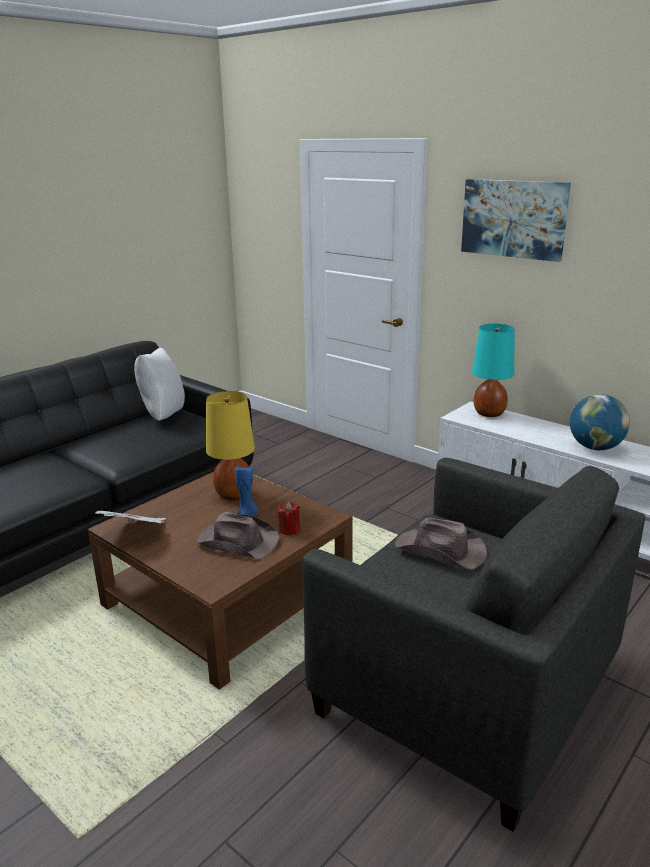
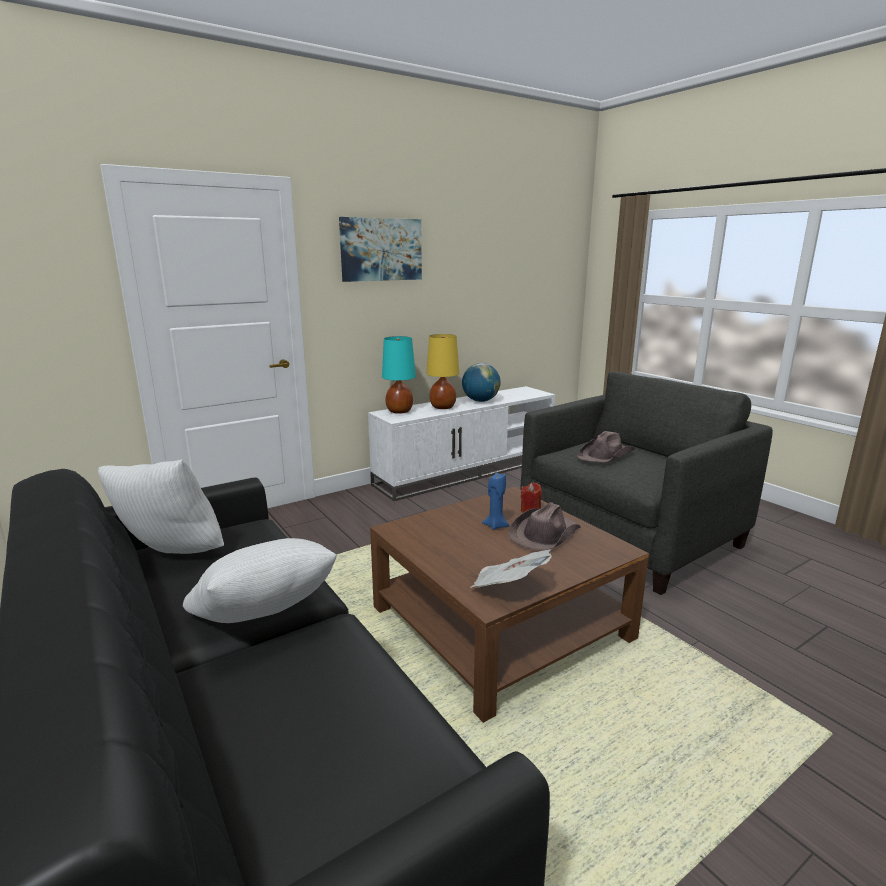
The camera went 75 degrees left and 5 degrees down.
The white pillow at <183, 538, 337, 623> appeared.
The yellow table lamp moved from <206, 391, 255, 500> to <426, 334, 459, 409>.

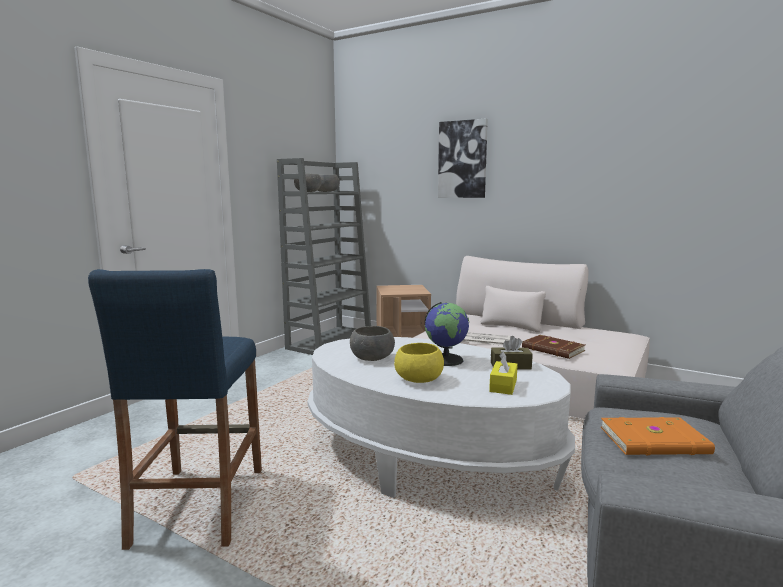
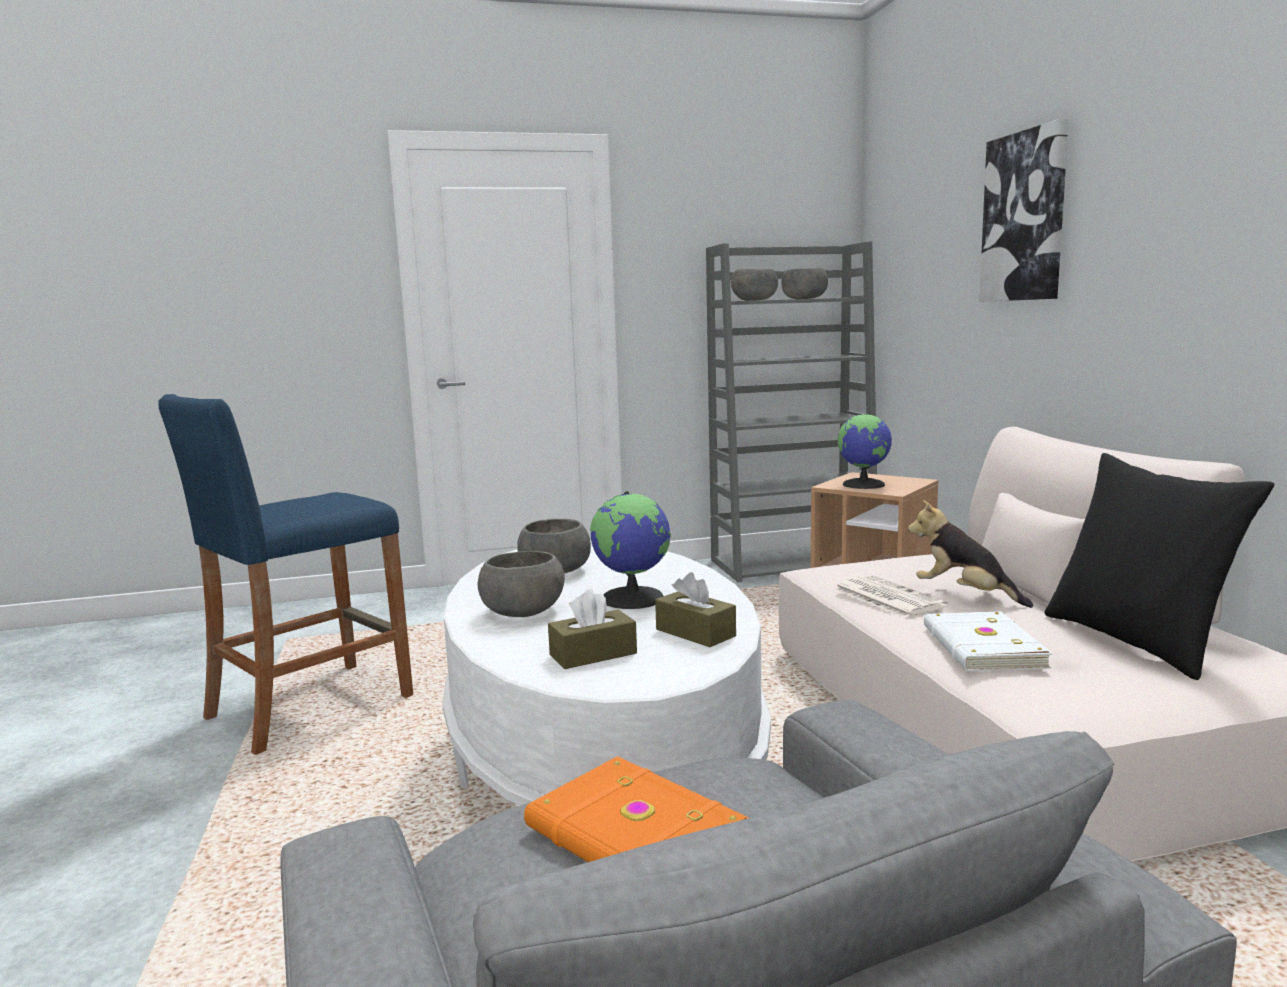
The camera went 45 degrees right and 0 degrees up.
The yellow bowl at <394, 343, 444, 383> became the grey bowl at <478, 551, 565, 617>.
The yellow tissue box at <489, 352, 518, 395> became the brown tissue box at <548, 589, 637, 669>.
The globe at <837, 413, 892, 489> appeared.
The plush toy at <908, 500, 1033, 608> appeared.
The brown book at <522, 335, 585, 359> became the white book at <924, 612, 1053, 671>.
The black pillow at <1044, 453, 1274, 680> appeared.

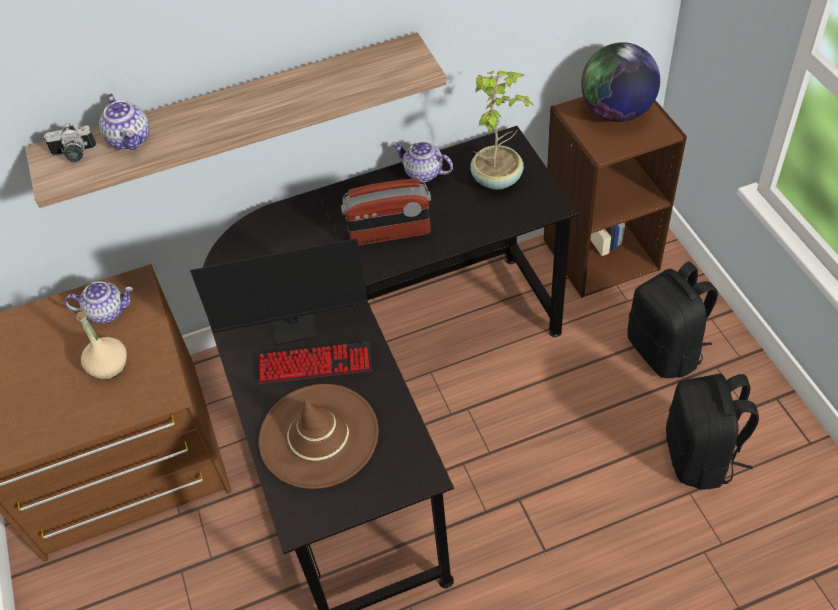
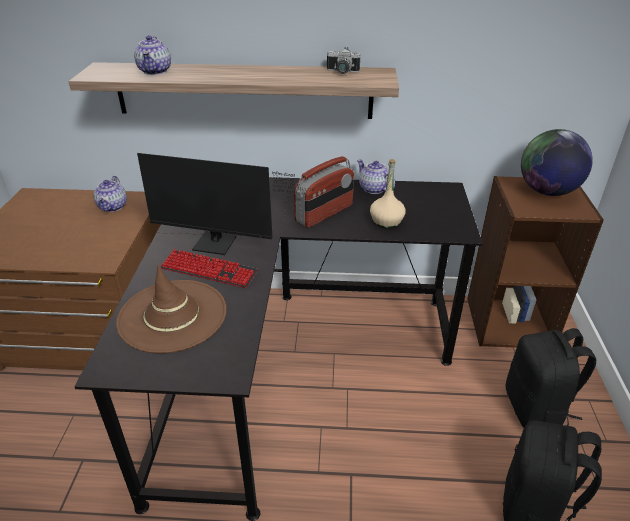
The camera went 20 degrees right and 15 degrees down.
The teapot at <65, 281, 133, 324> turned 75 degrees clockwise.
The radio at <341, 179, 431, 246> turned 60 degrees counterclockwise.
The photo camera moved from <44, 123, 97, 162> to <327, 47, 360, 74>.
The beige bottle moved from <76, 311, 127, 380> to <370, 159, 406, 228>.
The potted plant at <470, 71, 534, 190> disappeared.

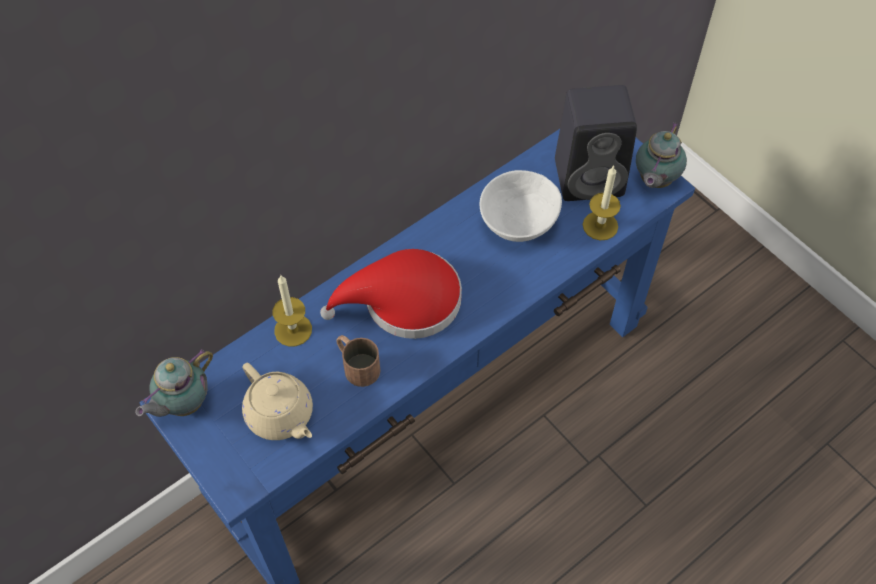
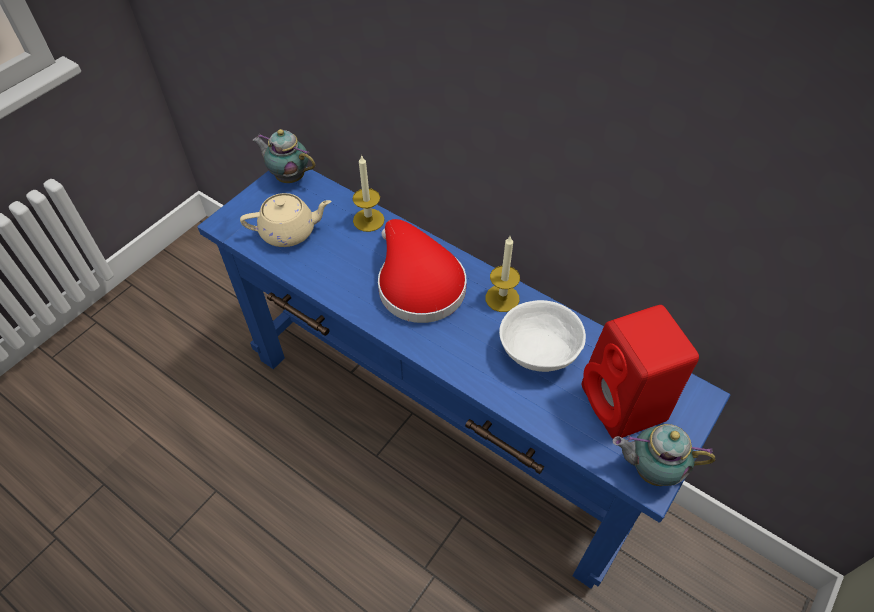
The camera went 75 degrees right and 5 degrees down.
The beige teapot at <242, 363, 313, 440> turned 135 degrees counterclockwise.
The candle moved from <583, 166, 621, 240> to <485, 236, 520, 312>.
The black speaker at <555, 85, 637, 201> became the red speaker at <582, 305, 699, 439>.
The brown mug at <337, 335, 381, 387> disappeared.

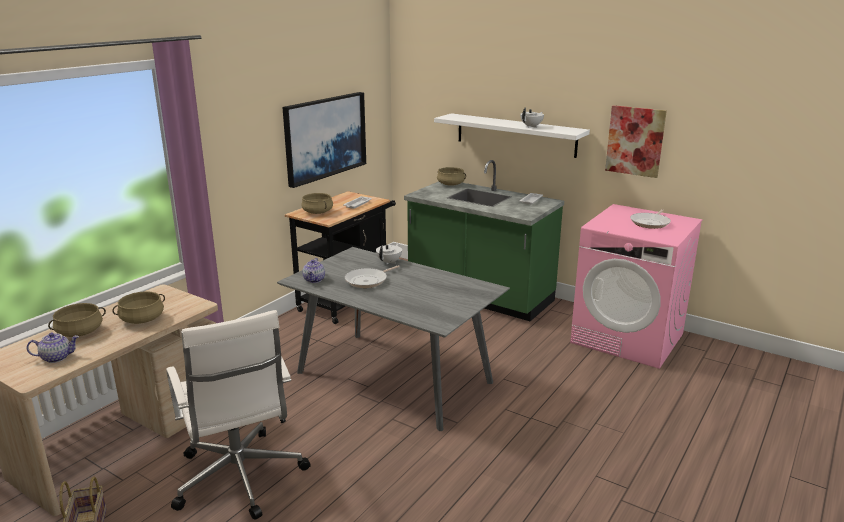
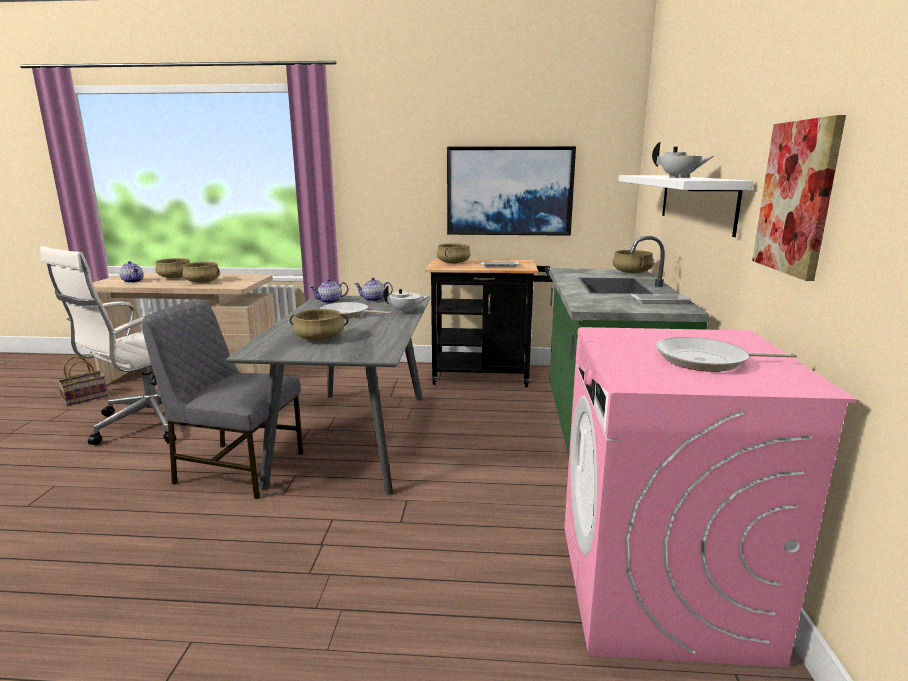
The camera went 60 degrees right and 5 degrees down.
The grey chair at <142, 300, 303, 499> appeared.
The beige cooking pot at <290, 309, 348, 341> appeared.
The teapot at <354, 277, 393, 302> appeared.

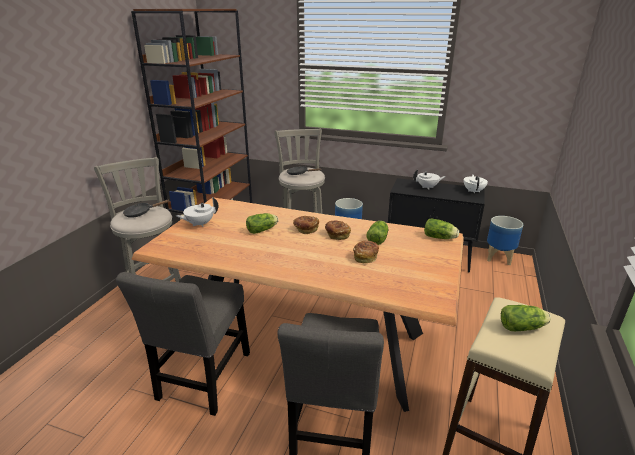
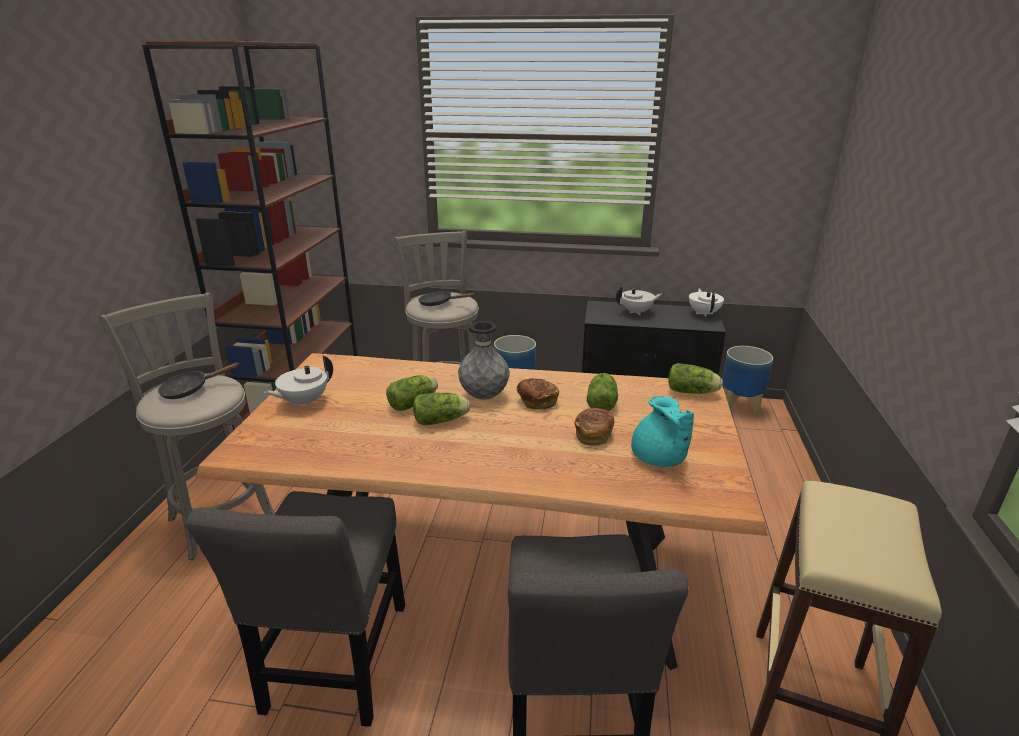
The camera went 10 degrees left and 0 degrees up.
The lettuce moved from <501, 305, 551, 331> to <413, 393, 470, 425>.
The bread at <293, 216, 319, 234> was replaced by the grey vase at <458, 321, 510, 399>.
The turquoise teapot at <631, 396, 694, 467> appeared.

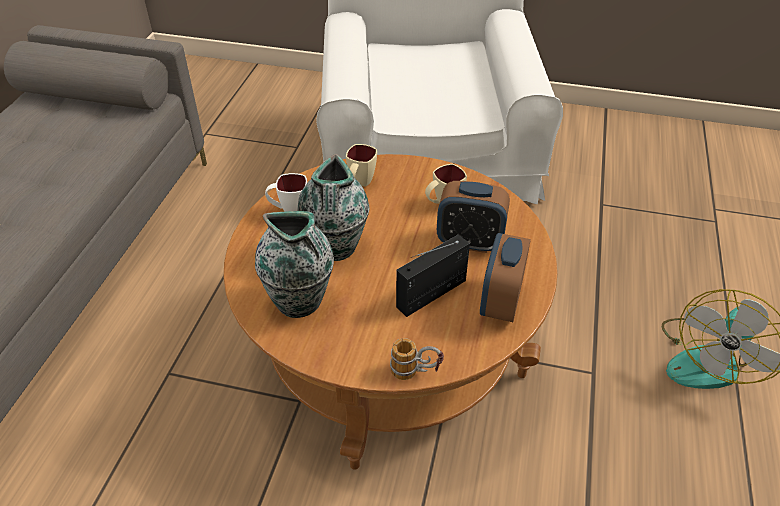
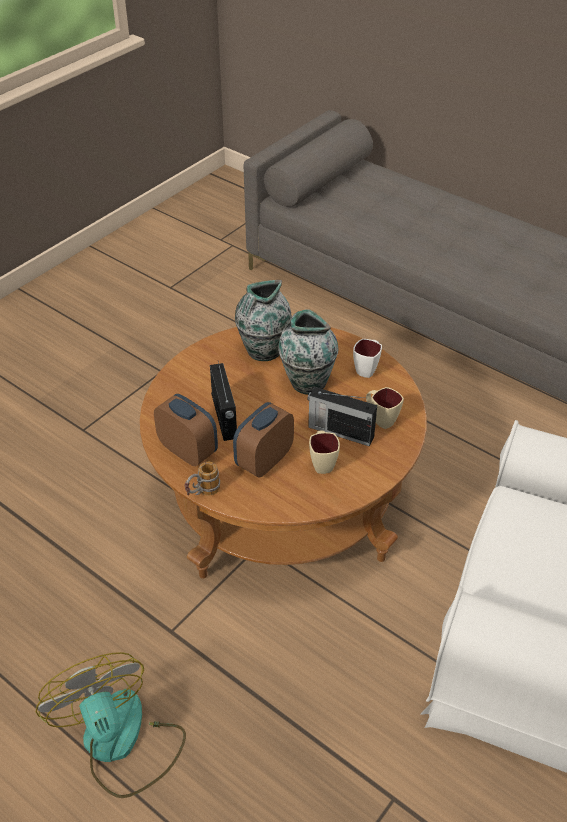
The camera went 115 degrees right and 0 degrees up.
The mug moved from <390, 338, 444, 380> to <184, 462, 220, 495>.
The radio at <307, 387, 377, 446> appeared.

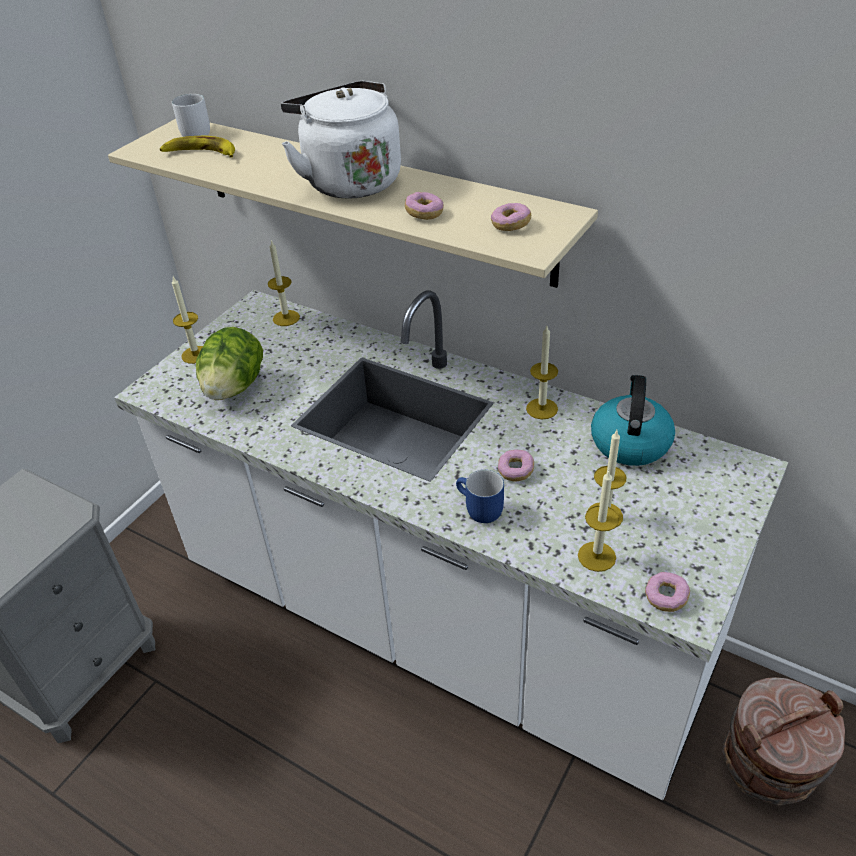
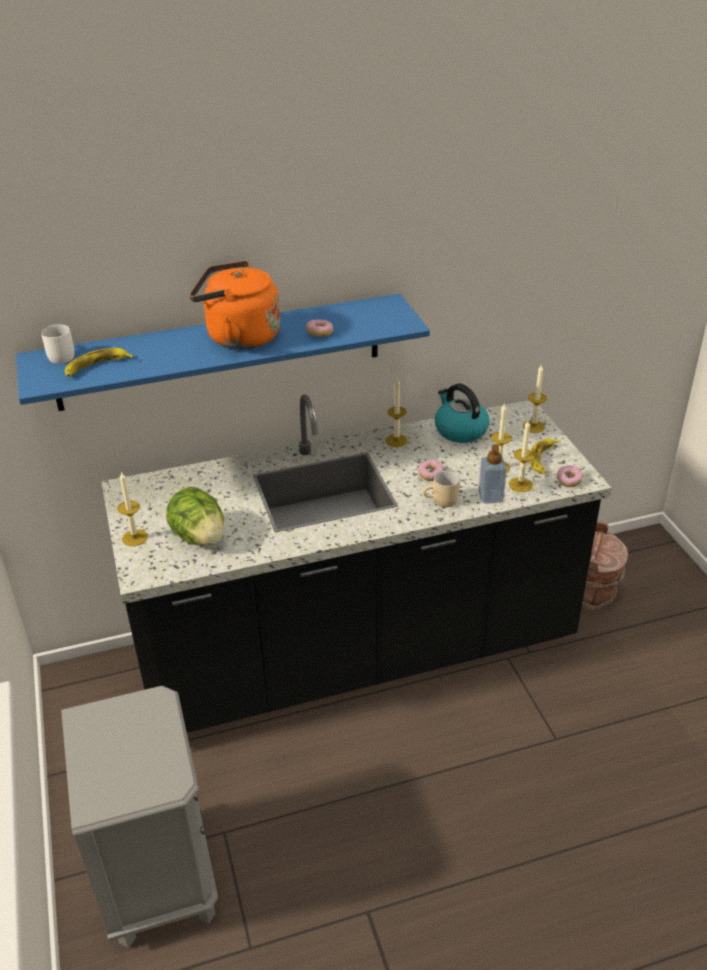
The camera went 50 degrees left and 5 degrees down.
The beige shelf at <108, 119, 598, 288> became the blue shelf at <16, 294, 430, 411>.
The white counter at <114, 290, 788, 800> became the black counter at <101, 395, 612, 733>.
The white kettle at <281, 81, 401, 198> became the orange kettle at <190, 260, 280, 349>.
The blue mug at <456, 470, 504, 523> became the beige mug at <423, 471, 460, 507>.
The soap dispenser at <479, 444, 507, 504> appeared.
The candle moved from <268, 240, 300, 326> to <523, 364, 547, 433>.
The banana at <529, 439, 561, 474> appeared.
The donut at <491, 203, 531, 231> disappeared.

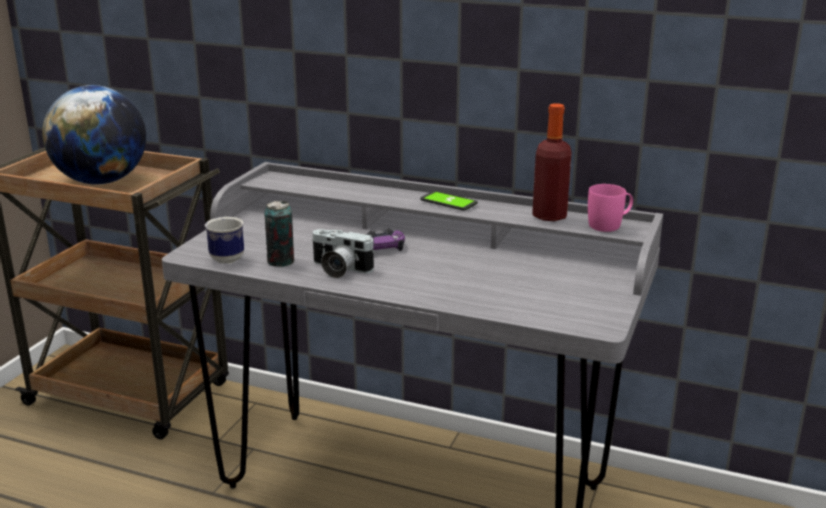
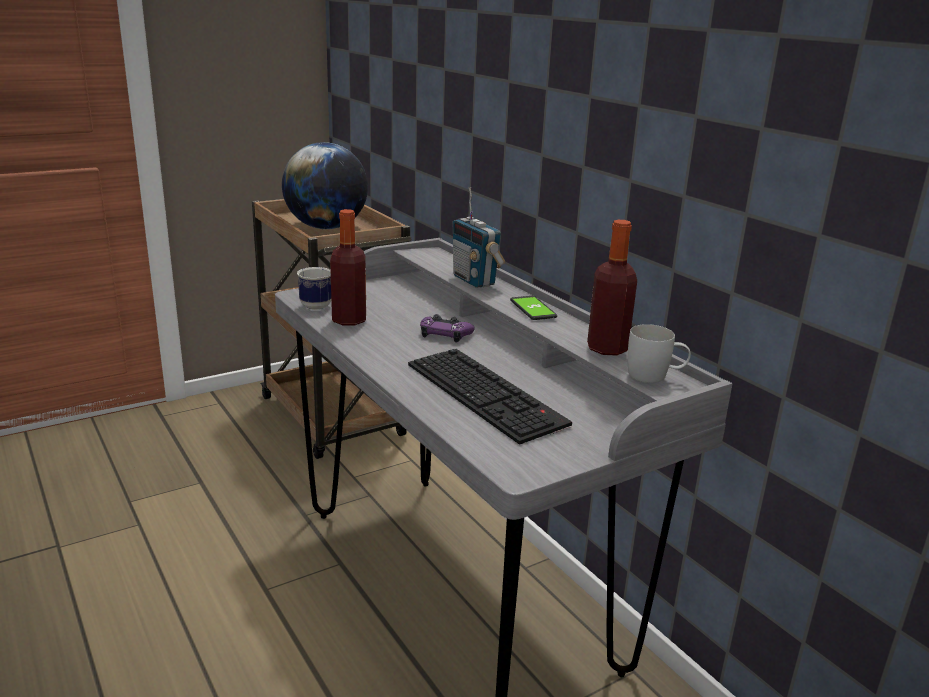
The camera went 35 degrees right and 0 degrees up.
The can at <264, 201, 294, 267> was replaced by the bottle at <330, 209, 366, 326>.
The keyboard at <408, 349, 572, 445> appeared.
The radio at <452, 187, 506, 288> appeared.
The pink mug at <588, 184, 633, 232> became the white mug at <628, 324, 691, 383>.
The photo camera at <312, 229, 375, 278> disappeared.

